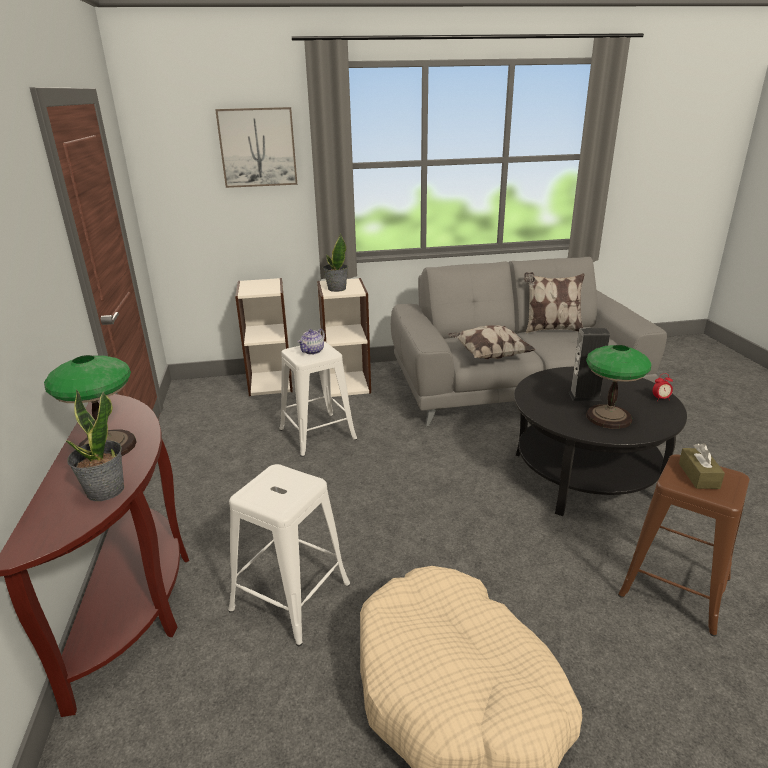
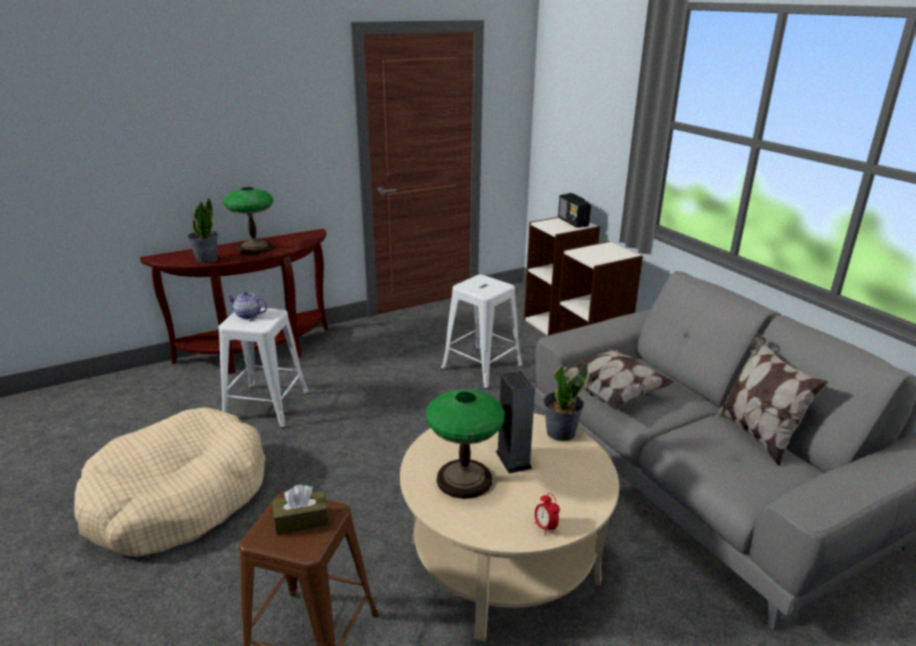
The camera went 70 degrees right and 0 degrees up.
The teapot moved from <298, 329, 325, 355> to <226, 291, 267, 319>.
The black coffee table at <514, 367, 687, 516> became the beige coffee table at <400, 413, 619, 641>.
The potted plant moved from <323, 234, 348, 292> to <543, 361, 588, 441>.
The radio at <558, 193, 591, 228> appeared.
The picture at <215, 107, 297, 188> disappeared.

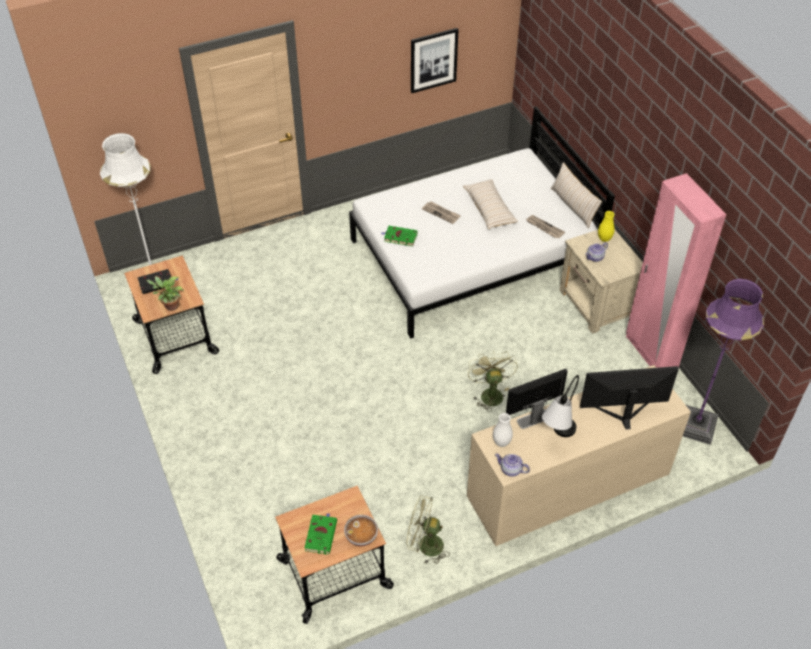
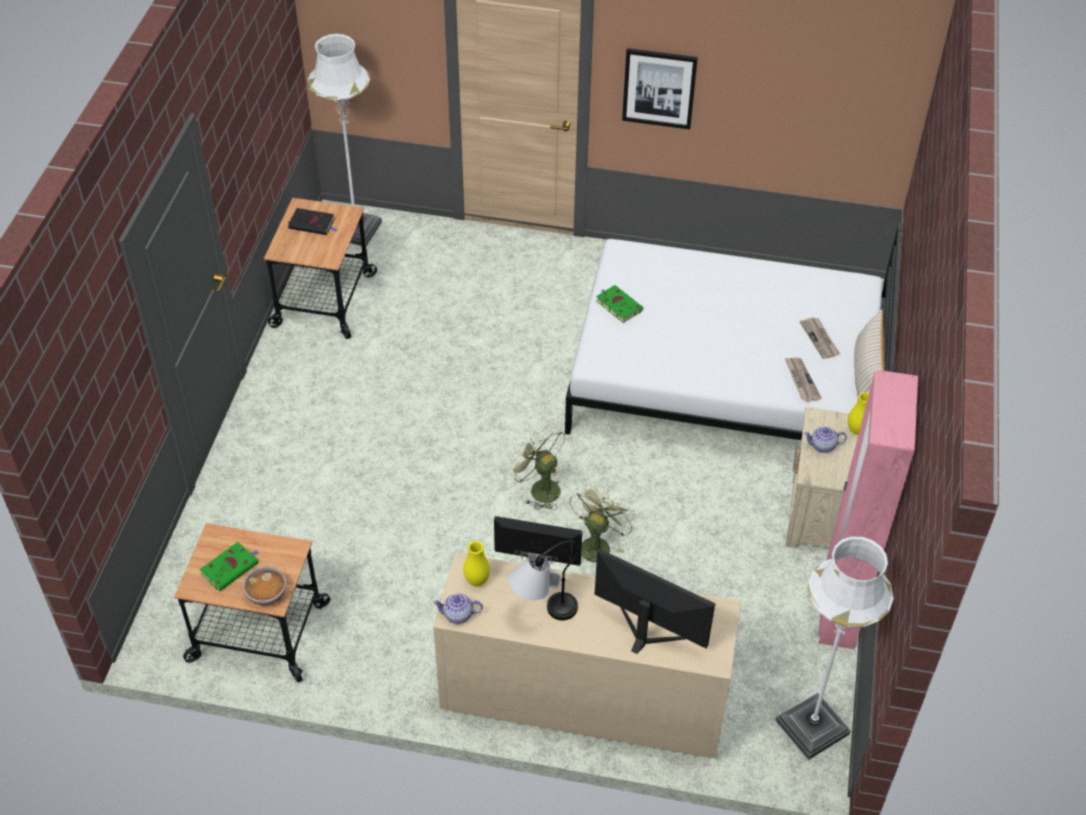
The camera went 35 degrees right and 0 degrees up.
The teapot at <495, 454, 530, 477> turned 60 degrees counterclockwise.
The white vase at <493, 413, 513, 447> became the yellow vase at <463, 541, 490, 586>.
The green fan moved from <407, 495, 450, 564> to <508, 425, 565, 510>.
The picture moved from <411, 28, 459, 93> to <622, 48, 698, 129>.
The purple floor lamp at <683, 279, 764, 445> became the white floor lamp at <775, 536, 894, 760>.
The newspaper moved from <422, 201, 461, 224> to <800, 317, 840, 359>.
The potted plant at <146, 276, 184, 311> disappeared.
The beige pillow at <463, 179, 518, 229> disappeared.

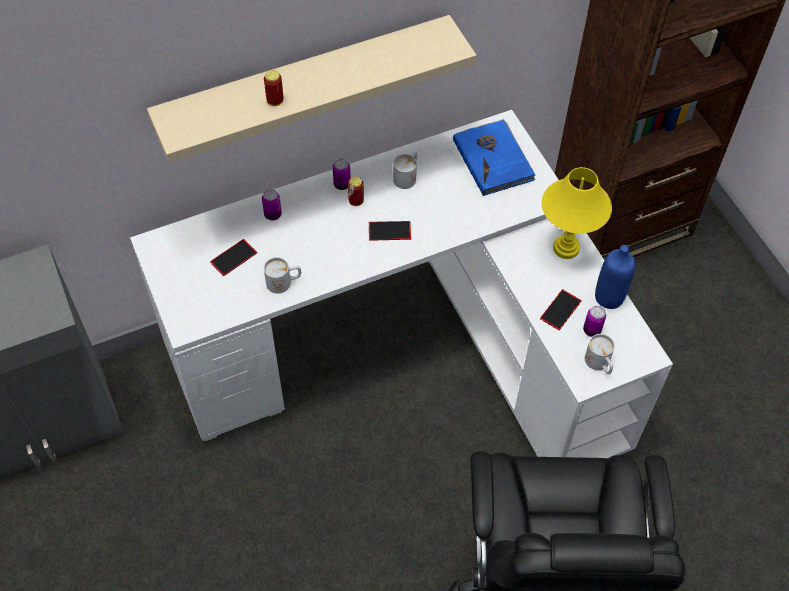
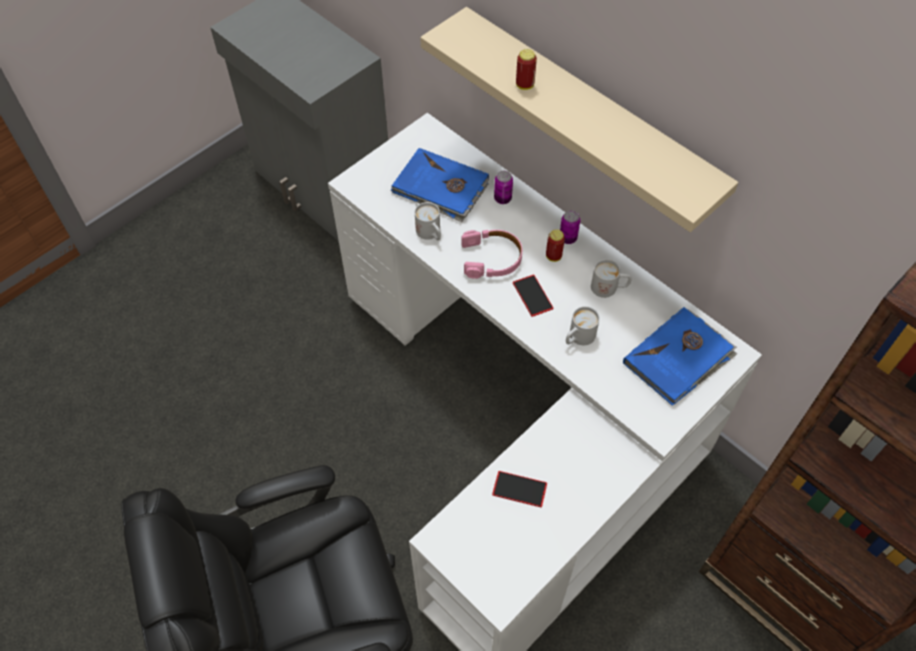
The camera went 70 degrees right and 0 degrees up.
The phone at <210, 239, 257, 276> was replaced by the blue book at <391, 148, 489, 222>.
The pink headphones at <461, 230, 522, 279> appeared.
The white mug moved from <585, 334, 615, 374> to <566, 306, 600, 345>.
The yellow table lamp at <542, 167, 612, 259> disappeared.
The can at <583, 306, 606, 337> disappeared.
The blue bottle at <595, 245, 635, 309> disappeared.

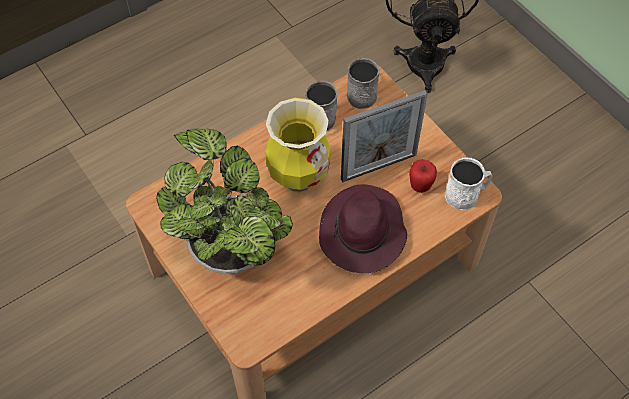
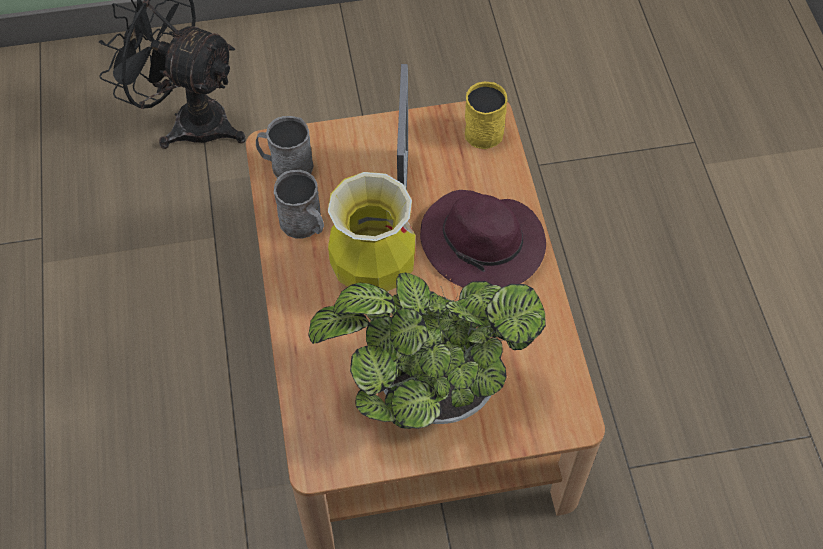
The camera went 65 degrees left and 0 degrees up.
The white mug at <445, 157, 492, 210> became the yellow mug at <465, 82, 508, 149>.
The apple at <409, 159, 437, 193> disappeared.

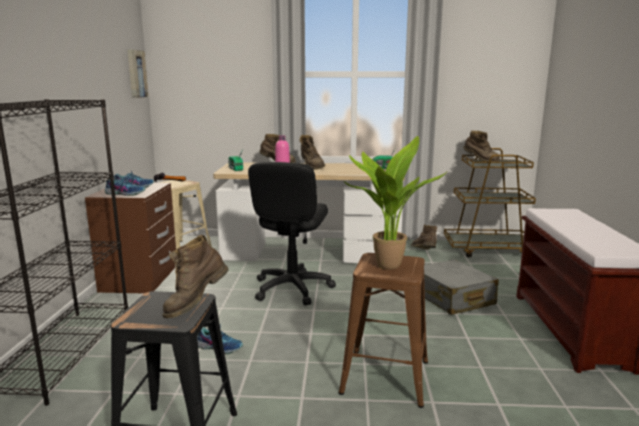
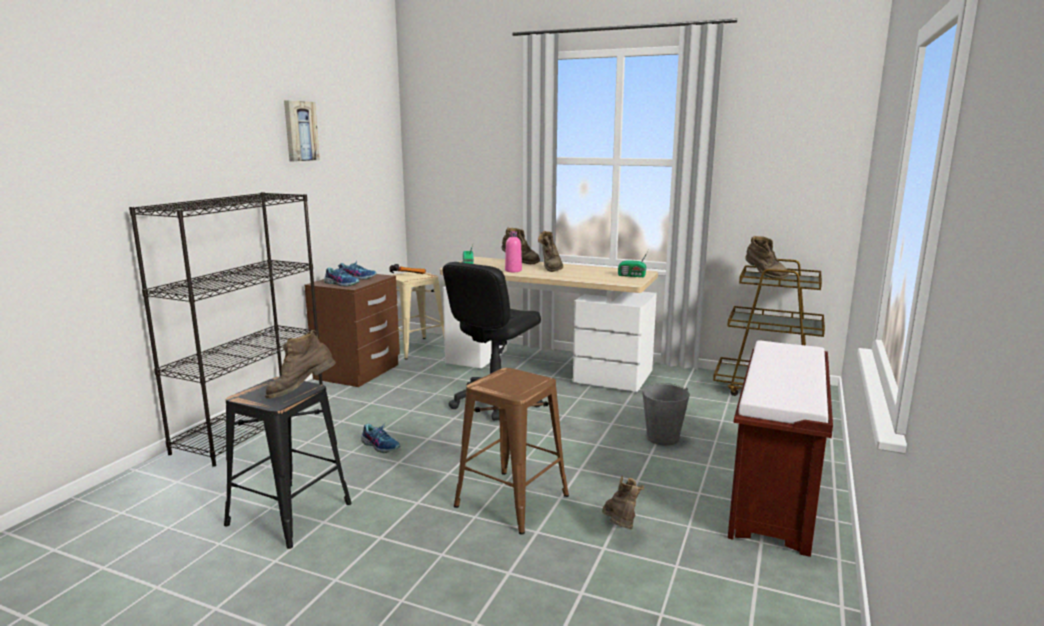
The camera went 20 degrees right and 0 degrees up.
The picture moved from <127, 50, 148, 98> to <284, 100, 320, 162>.
The brown boot moved from <411, 224, 437, 249> to <602, 476, 644, 529>.
The grey suitcase at <424, 259, 499, 315> was replaced by the grey bucket at <642, 383, 690, 446>.
The potted plant at <344, 136, 448, 269> disappeared.

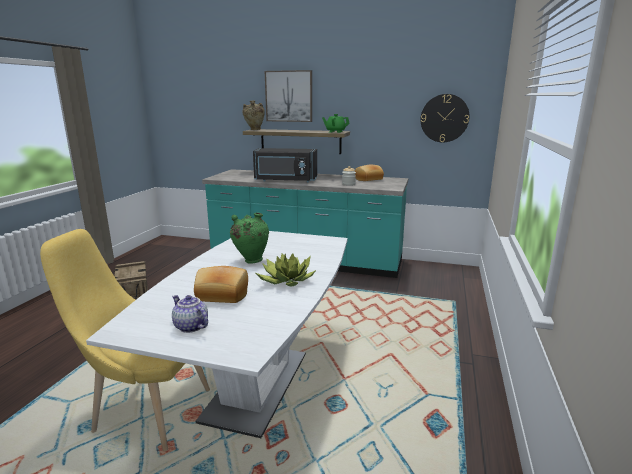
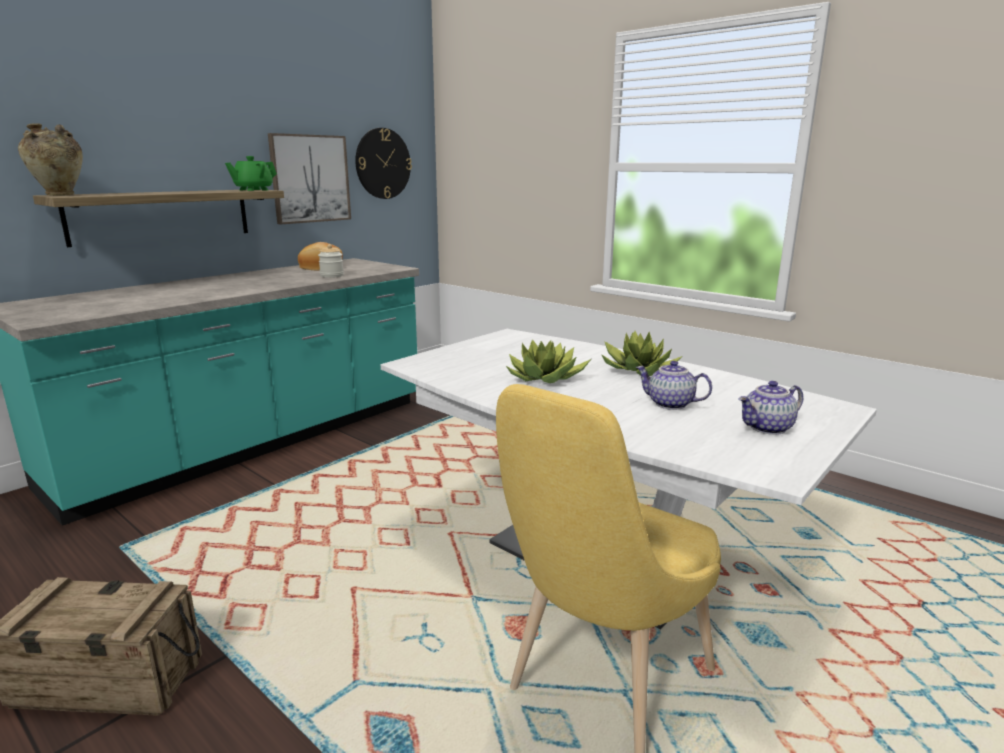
The camera went 65 degrees left and 0 degrees up.
The picture moved from <265, 70, 312, 122> to <268, 133, 351, 224>.
The green vase at <230, 212, 269, 263> was replaced by the potted plant at <505, 340, 591, 383>.
The bread at <194, 266, 248, 303> was replaced by the teapot at <636, 361, 712, 410>.
The black microwave at <253, 148, 317, 182> disappeared.

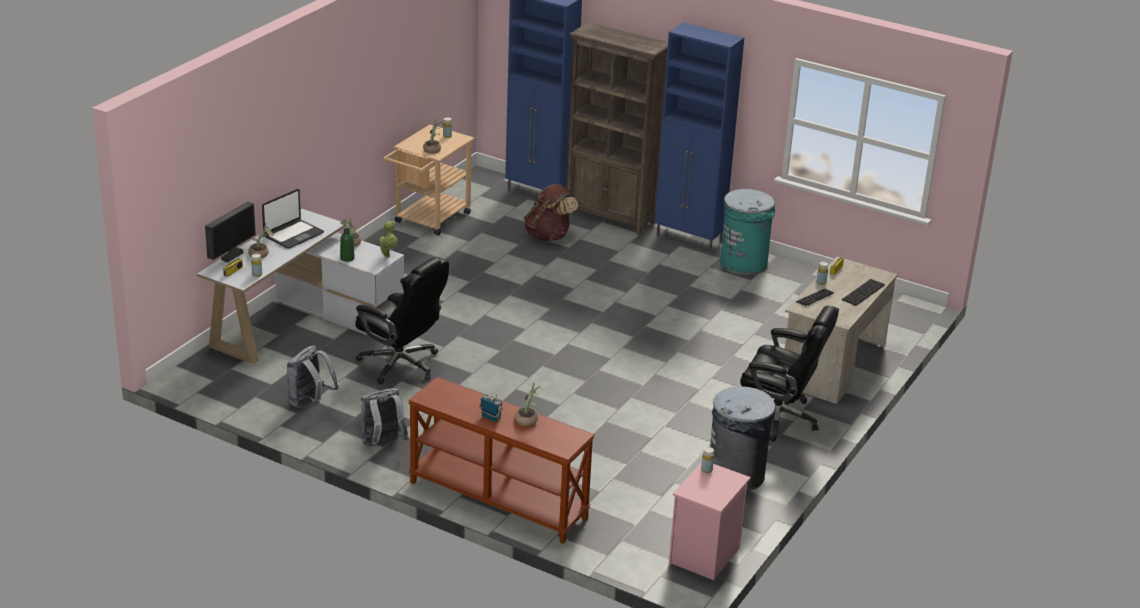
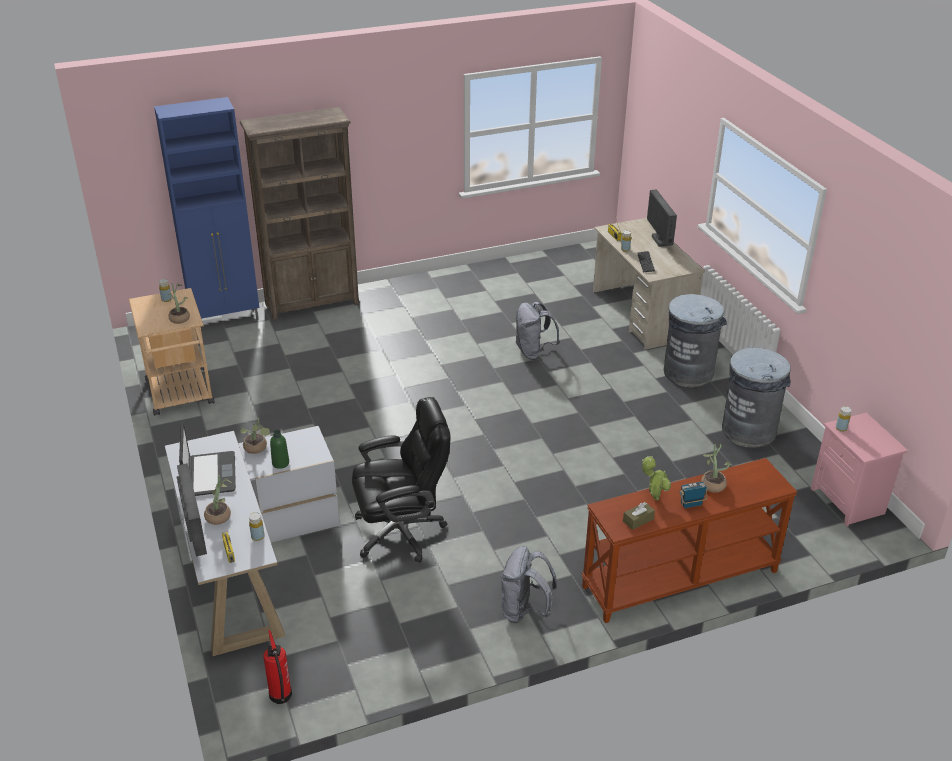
The camera went 50 degrees left and 5 degrees up.
The fire extinguisher at <264, 630, 292, 704> appeared.
The grey backpack moved from <287, 345, 339, 409> to <515, 302, 560, 360>.
The brown tissue box at <623, 502, 655, 530> appeared.
The potted plant moved from <379, 221, 398, 258> to <642, 456, 671, 500>.
The keyboard at <842, 279, 885, 306> was replaced by the monitor at <647, 189, 677, 247>.
The black office chair at <740, 306, 839, 442> was replaced by the grey trash can at <664, 294, 727, 387>.
The brown backpack at <524, 184, 578, 241> disappeared.
The blue cabinet at <655, 22, 744, 252> disappeared.
The turquoise trash can at <720, 189, 775, 275> disappeared.

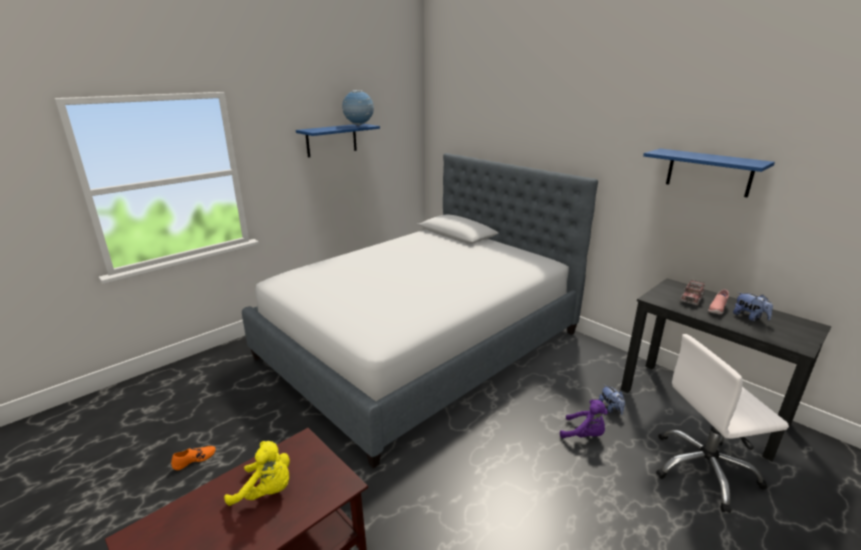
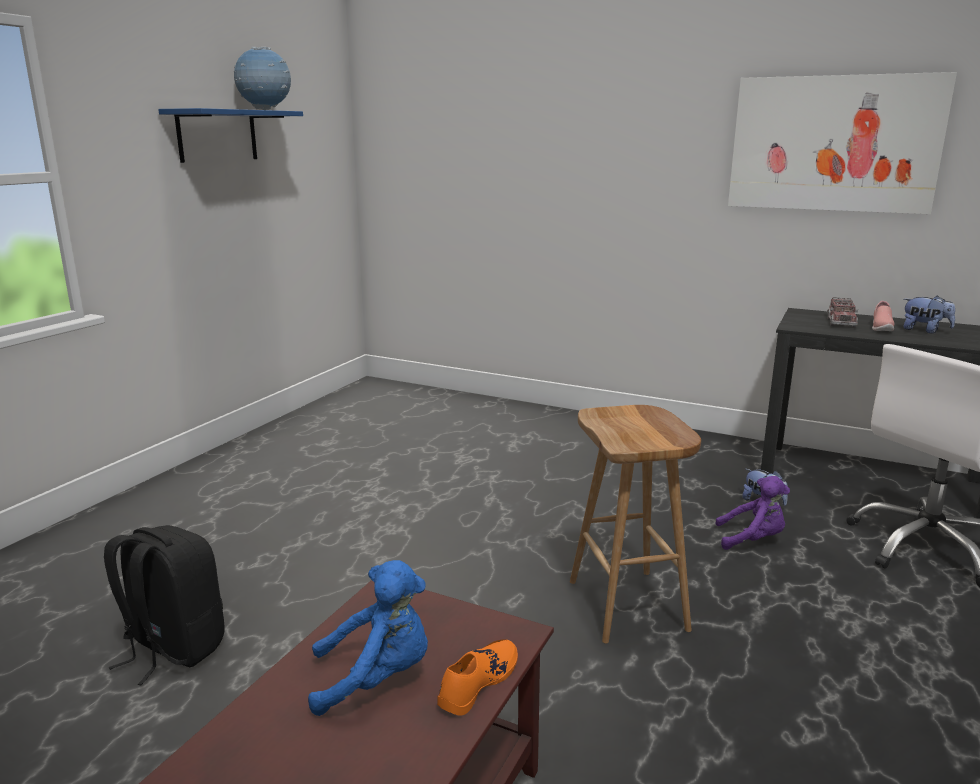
The camera went 20 degrees left and 5 degrees down.
The black backpack at <104, 525, 225, 685> appeared.
The yellow plush toy at <224, 441, 290, 506> became the blue plush toy at <308, 560, 428, 716>.
The orange shoe moved from <171, 446, 216, 470> to <437, 639, 518, 716>.
The brown stool at <570, 405, 701, 643> appeared.
The blue shelf at <643, 148, 775, 198> was replaced by the picture at <728, 72, 957, 214>.
The bed at <242, 153, 598, 468> disappeared.

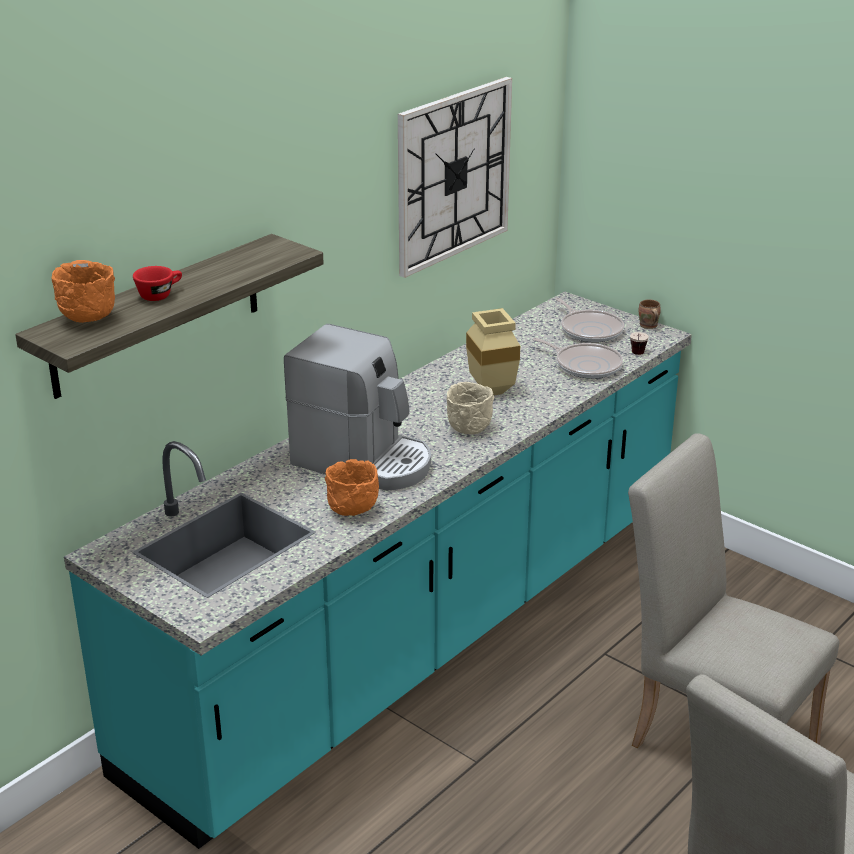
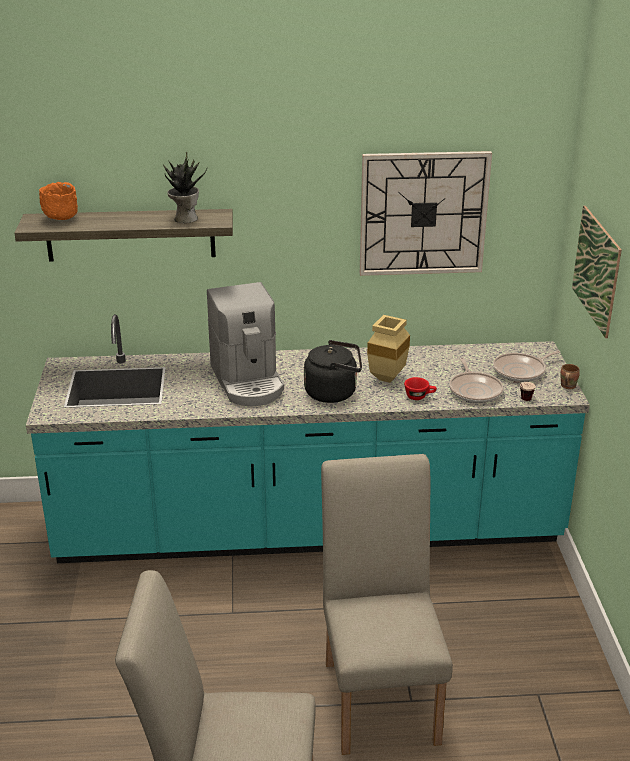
The camera went 45 degrees right and 0 degrees up.
The potted plant at <163, 152, 207, 223> appeared.
The beige bowl at <447, 382, 494, 434> was replaced by the black kettle at <304, 340, 362, 403>.
The red cup moved from <133, 266, 182, 301> to <404, 377, 437, 400>.
The frying pan at <555, 298, 624, 342> turned 45 degrees clockwise.
The picture at <572, 206, 622, 338> appeared.
The orange bowl at <325, 459, 379, 516> disappeared.

